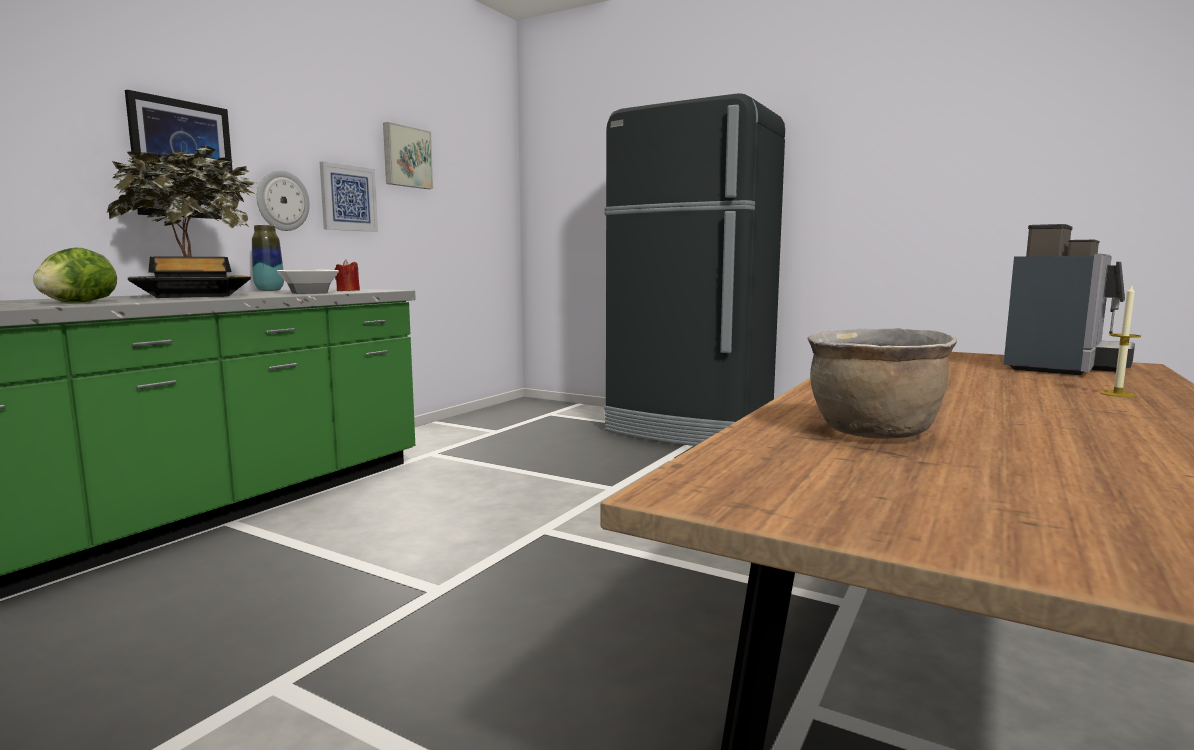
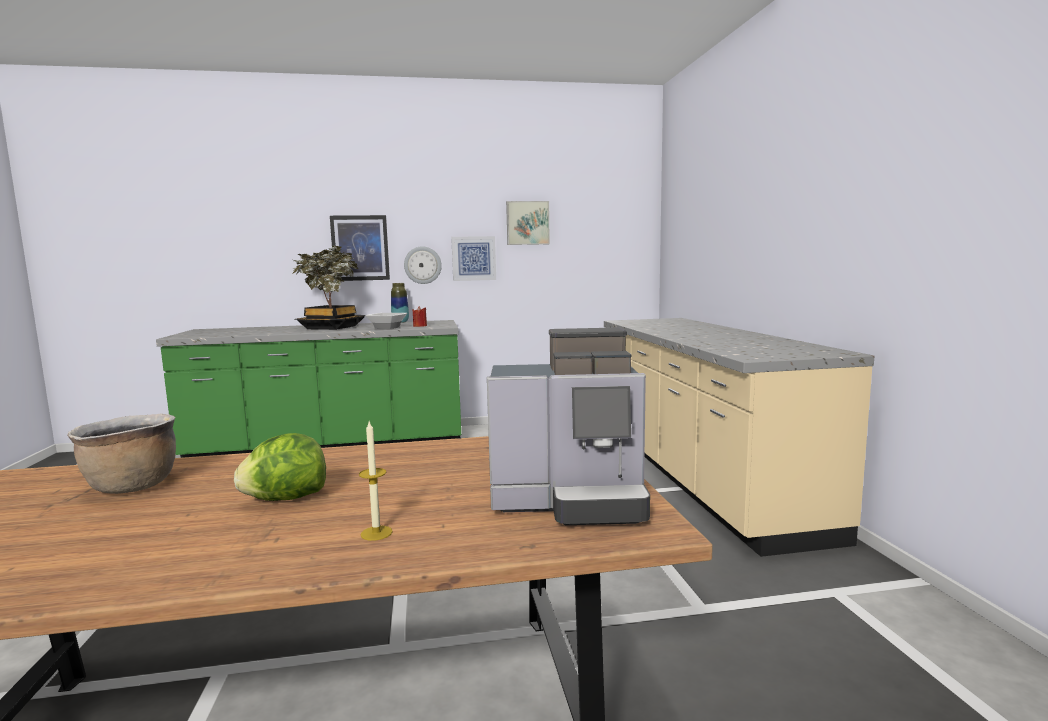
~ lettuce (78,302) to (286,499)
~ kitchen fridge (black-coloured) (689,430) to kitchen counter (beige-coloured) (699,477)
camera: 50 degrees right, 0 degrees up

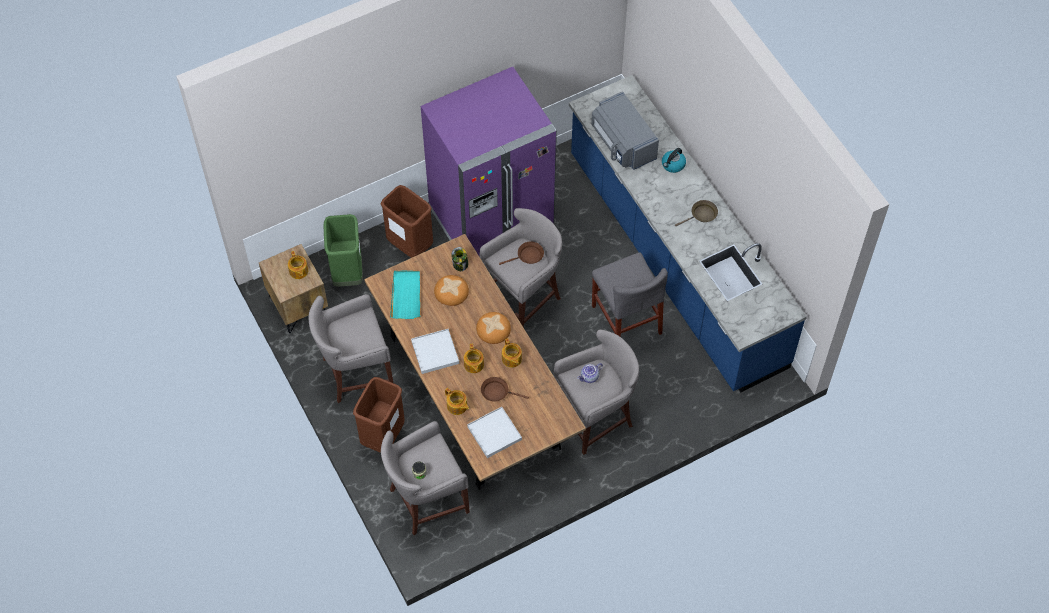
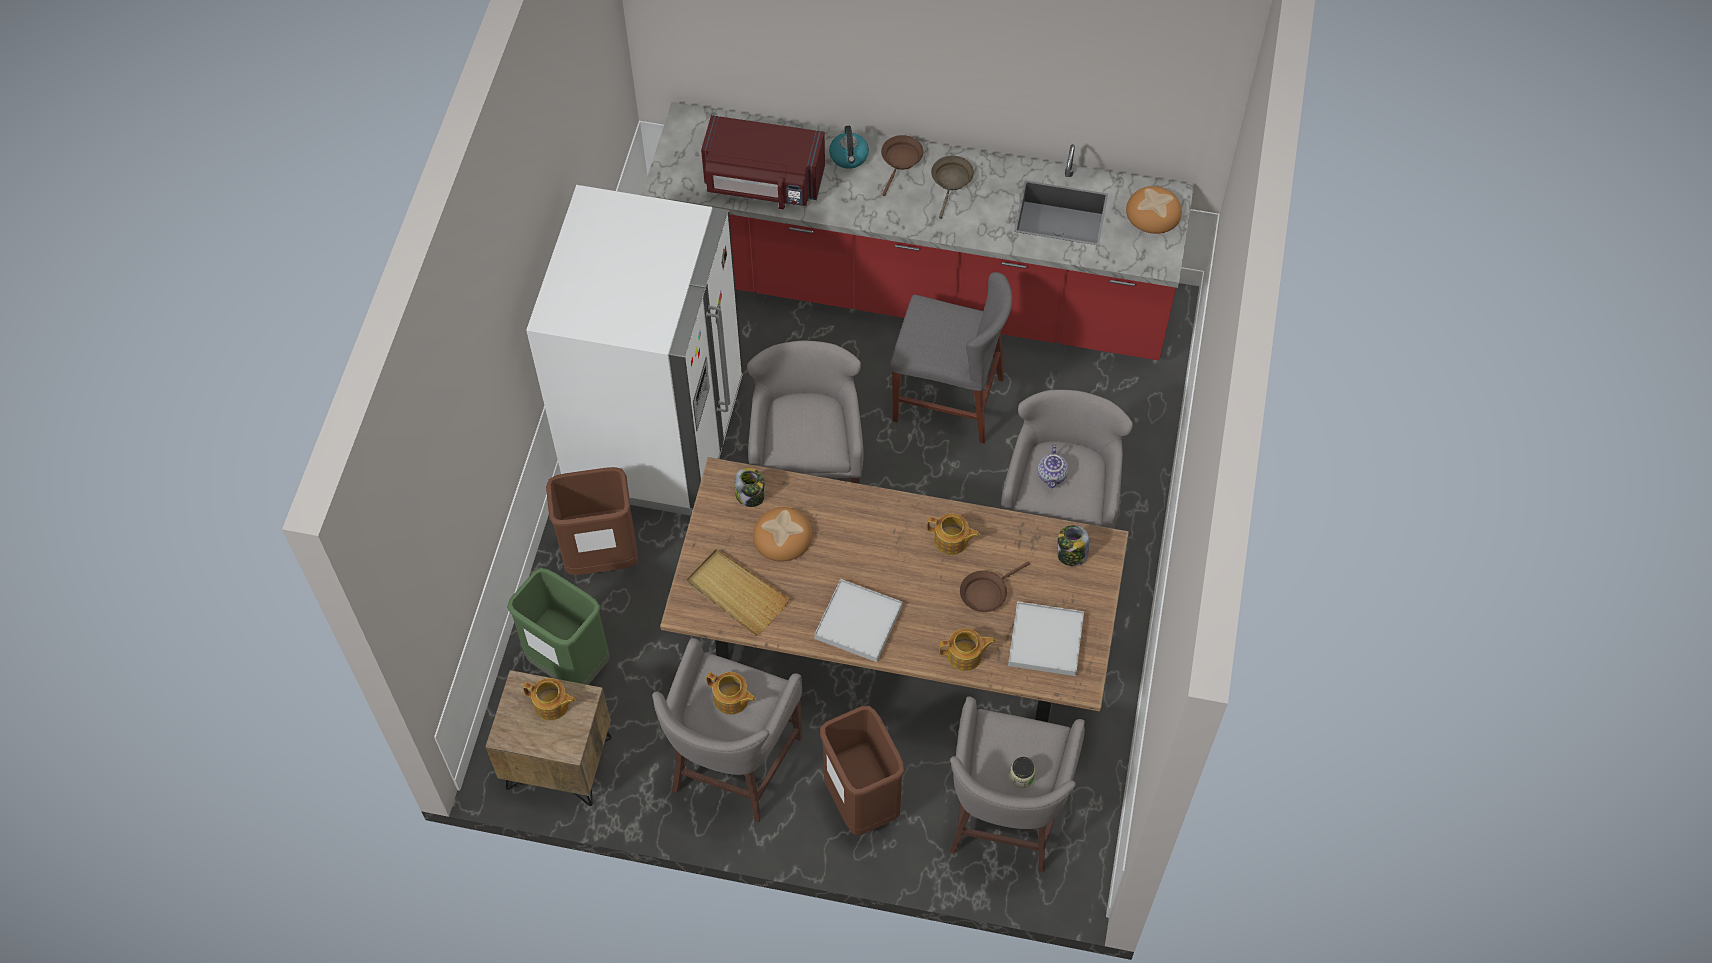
~ tray (blue-green) (406,295) to tray (beige-coloured) (736,593)
~ kitchen fridge (purplish) (491,219) to kitchen fridge (white-coloured) (656,436)
~ tea pot (473,365) to (731,699)
~ baked bread (493,329) to (1154,213)
~ frying pan (brown-coloured) (528,256) to (901,160)
~ kitchen counter (blue-coloured) (675,260) to kitchen counter (red) (914,288)
~ microwave (gray) (622,143) to microwave (red) (763,184)
+ preserve jar (1071,555)
camera: 50 degrees left, 0 degrees up

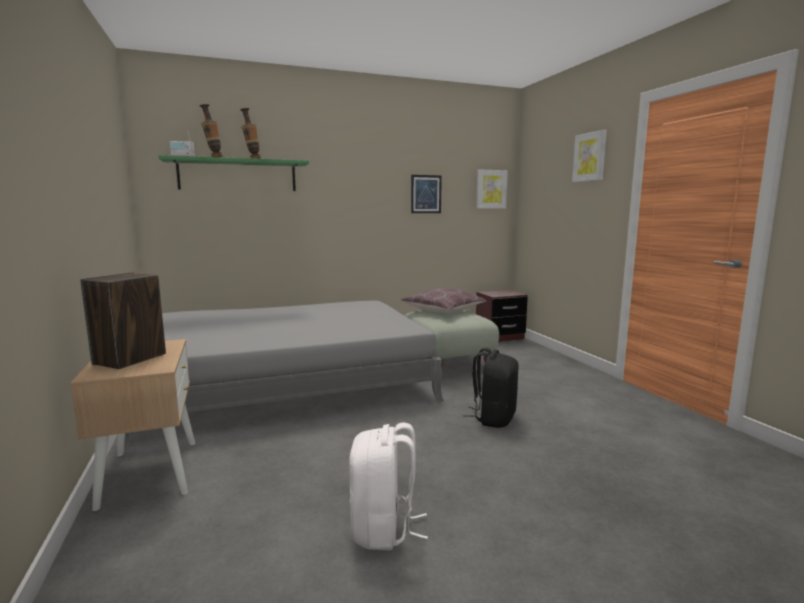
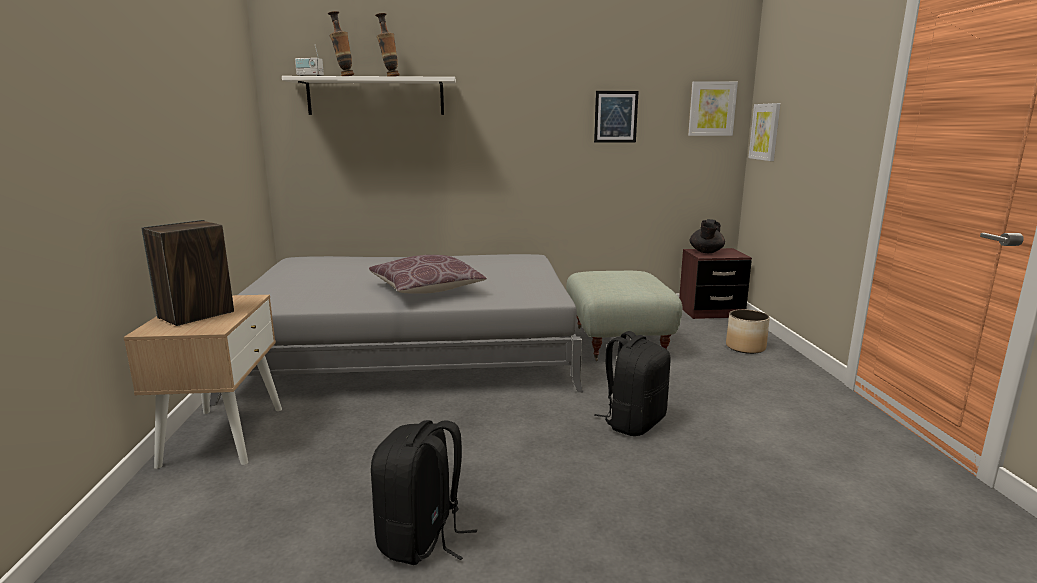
~ shelf (greenish) (238,175) to shelf (white-coloured) (376,96)
~ backpack (white-coloured) (384,529) to backpack (black-coloured) (422,539)
~ cushion (brown-coloured) (443,311) to (426,289)
~ picture (590,157) to (765,132)
+ tea pot (black-coloured) (706,252)
+ flower pot (745,347)
camera: 15 degrees right, 5 degrees up

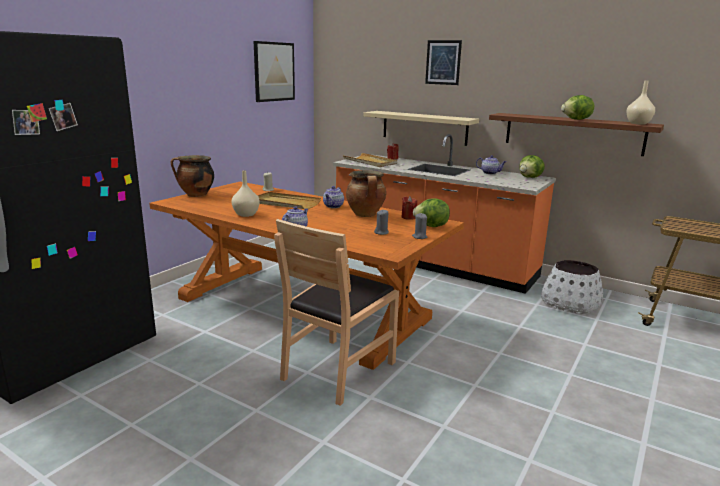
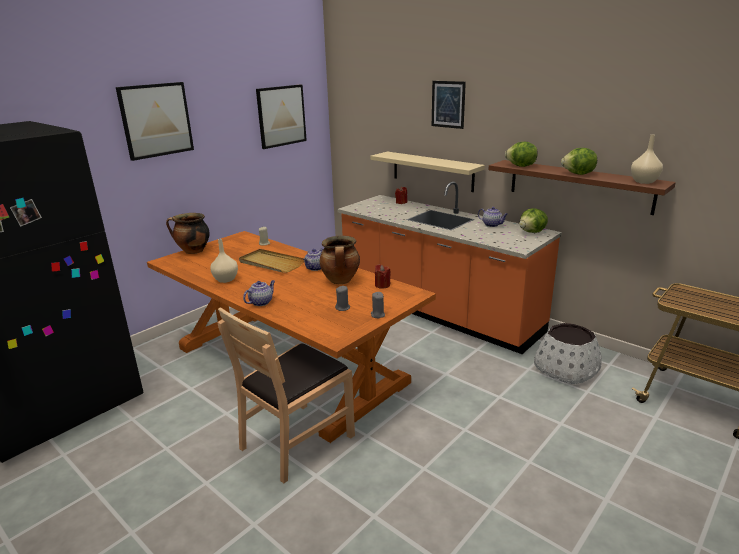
- tray (beige-coloured) (370,162)
~ lettuce (431,226) to (521,166)
+ picture (156,120)
camera: 10 degrees right, 5 degrees up

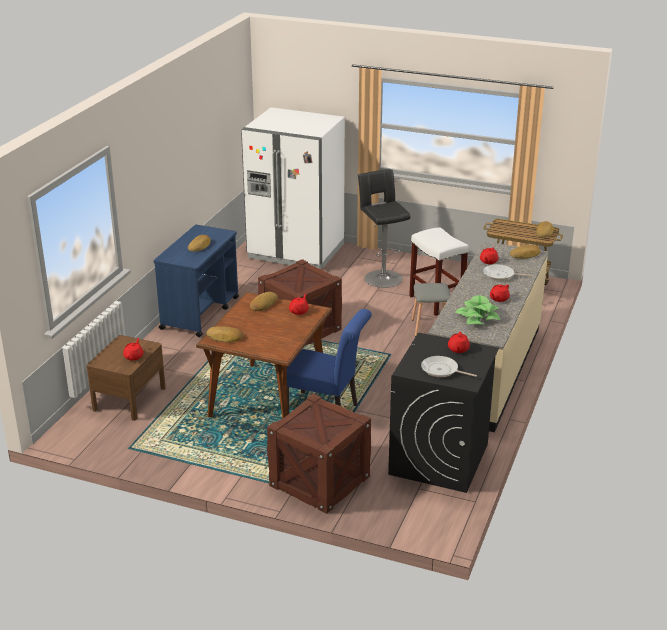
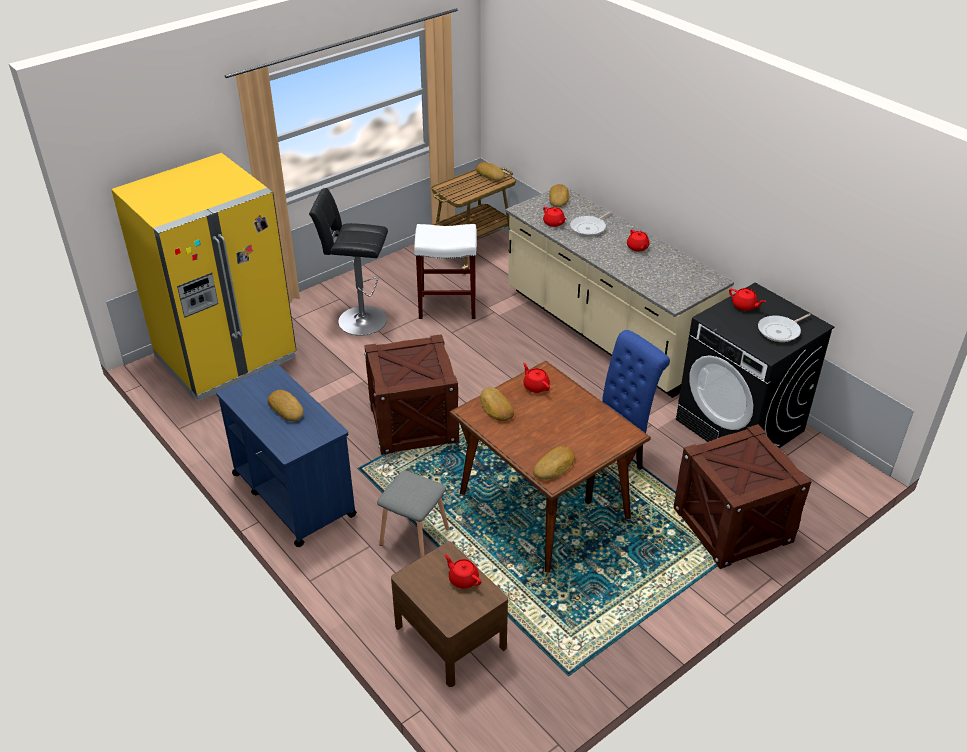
~ kitchen fridge (white-coloured) (296,251) to kitchen fridge (yellow-coloured) (226,358)
~ sitting stool (gray) (429,327) to (413,537)
- houseplant (477,318)
camera: 60 degrees left, 10 degrees up

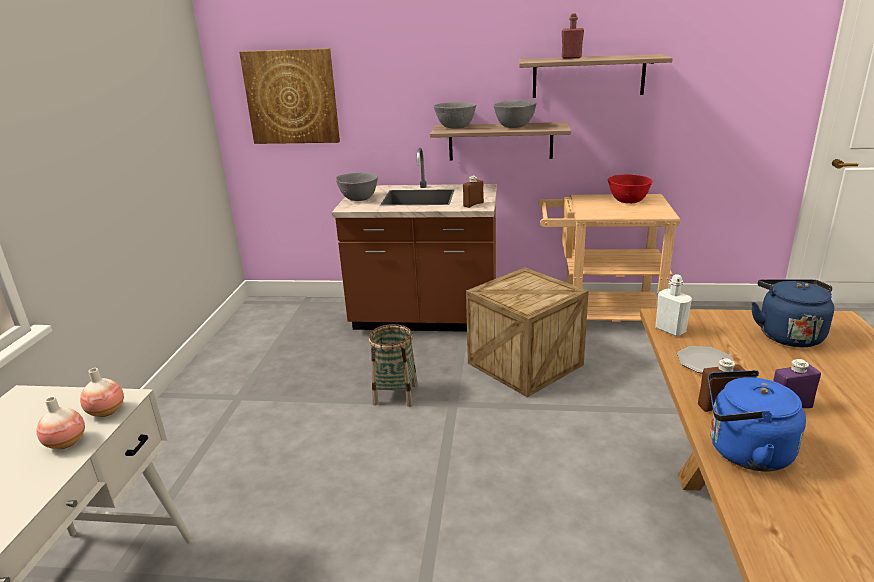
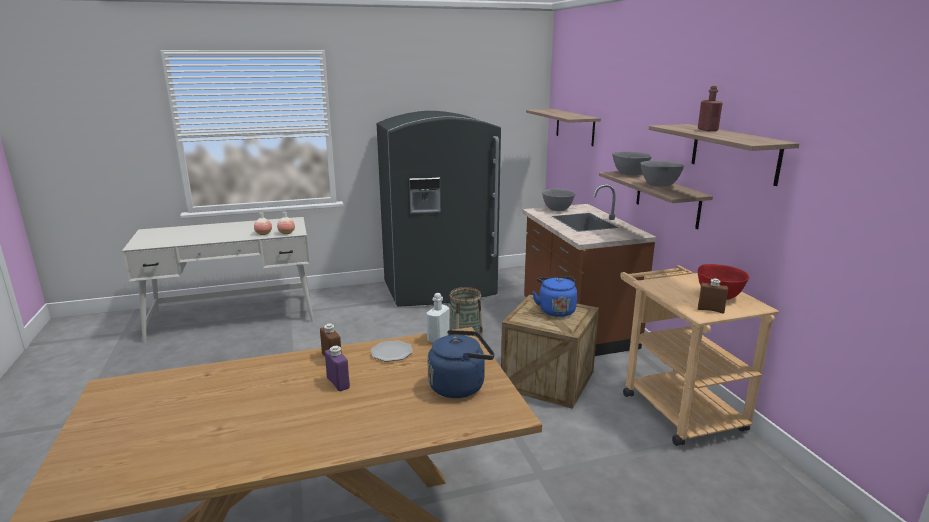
~ picture (291,97) to shelf (575,127)
~ bottle (brown-coloured) (473,204) to (710,310)
~ water kettle (blue-coloured) (743,451) to (555,310)
+ kitchen fridge (gray) (440,290)
camera: 65 degrees right, 5 degrees down

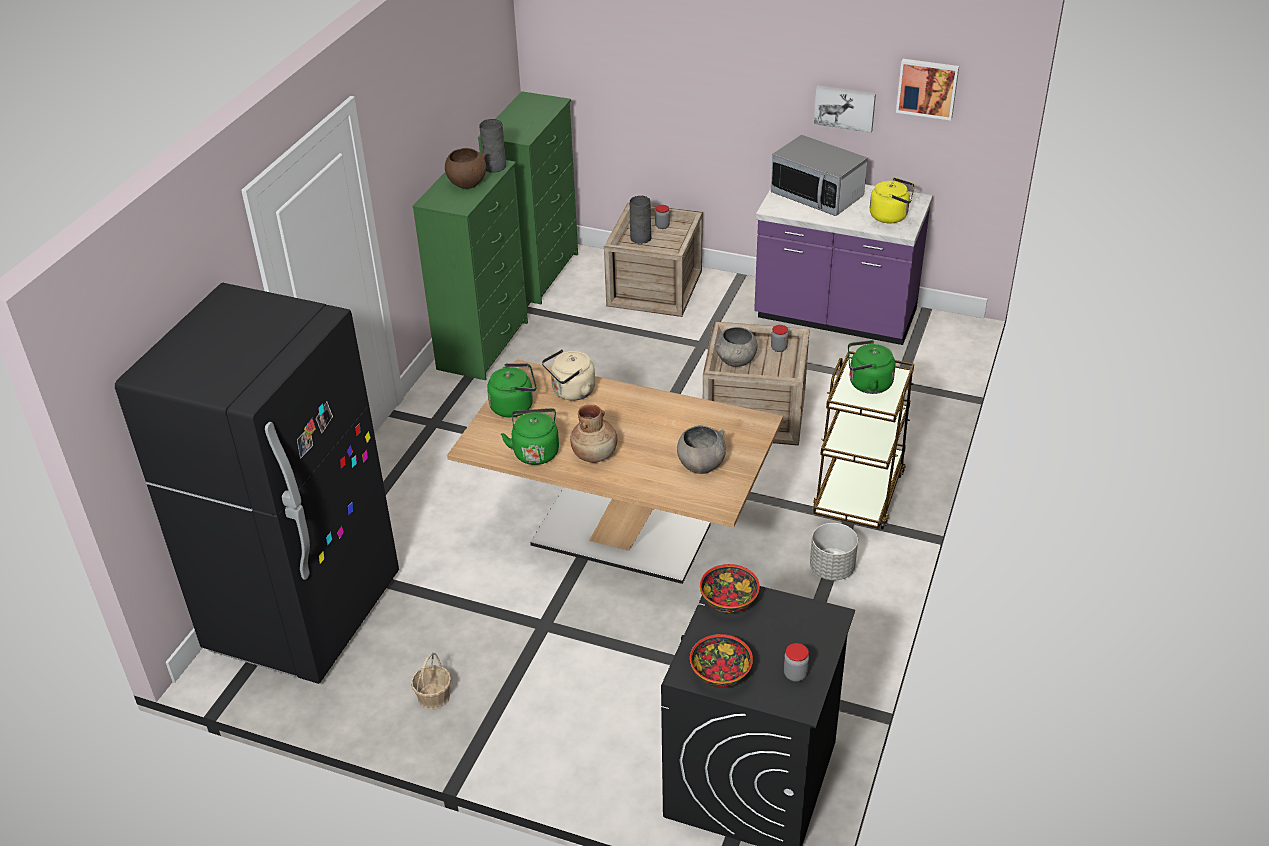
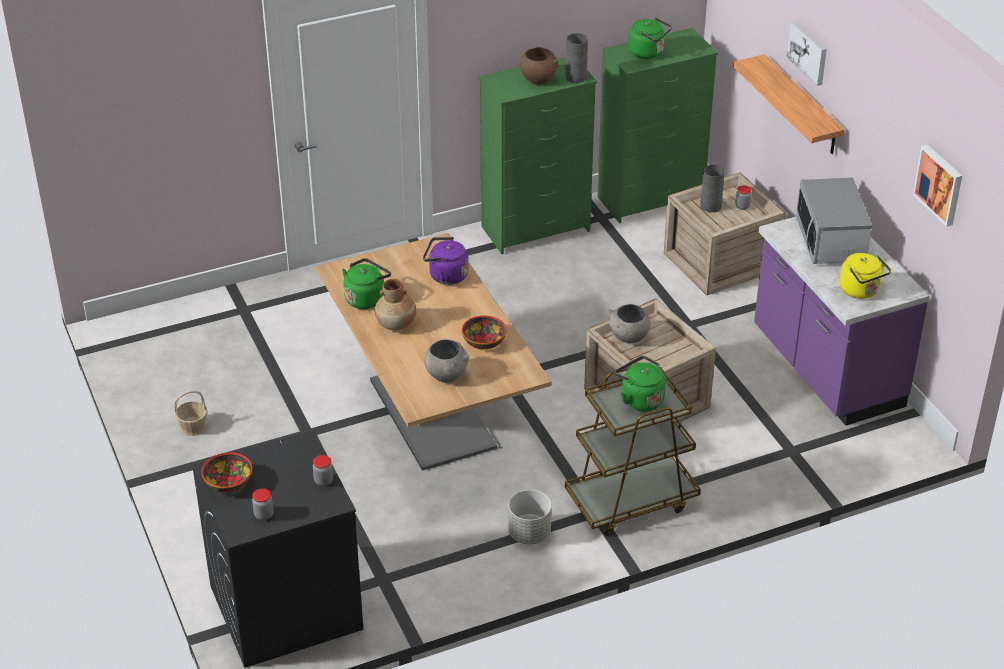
- kitchen fridge (black-coloured) (305,614)
~ water kettle (greenish) (514,406) to (648,53)
~ water kettle (beige-coloured) (571,392) to water kettle (purplish) (445,276)
~ bowl (728,600) to (484,341)
~ preserve jar (779,348) to (323,481)
~ picture (845,107) to (808,52)
+ shelf (801,106)
camera: 45 degrees right, 0 degrees up

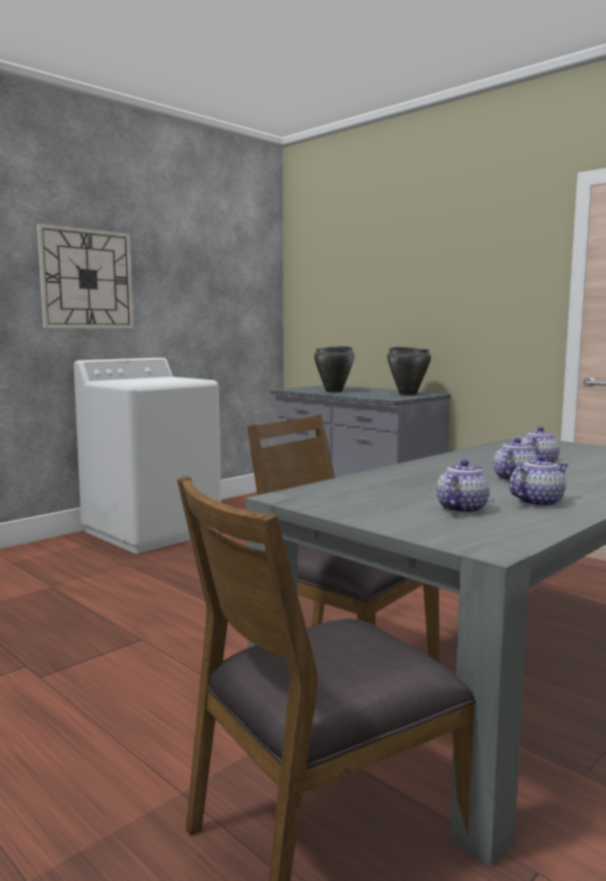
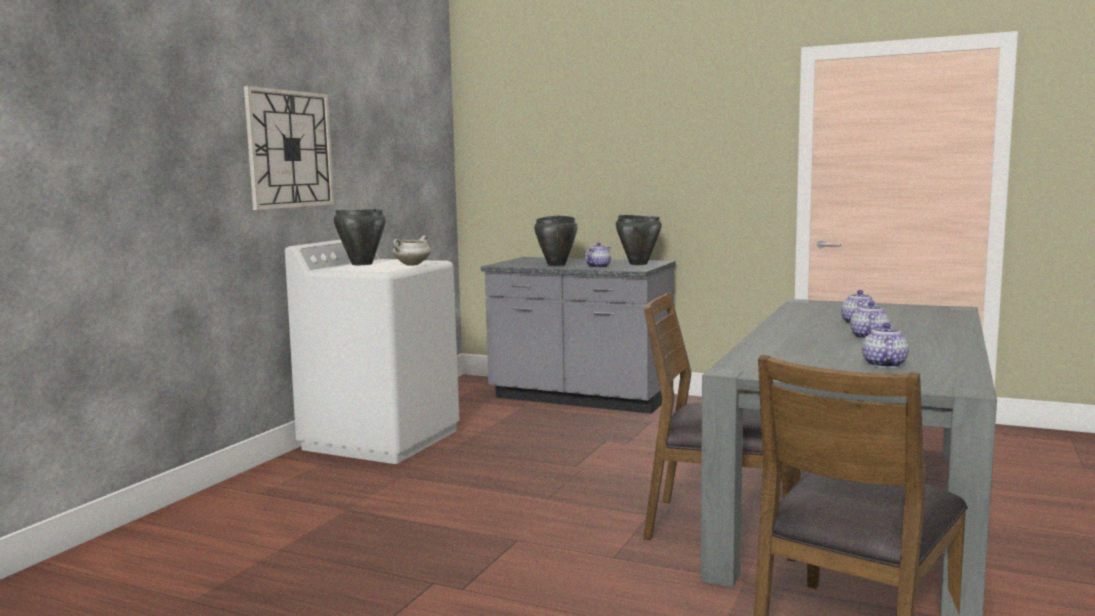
~ tea pot (538,502) to (598,267)
+ saucepot (black-coloured) (361,264)
+ saucepot (white-coloured) (412,265)
camera: 20 degrees left, 0 degrees up

